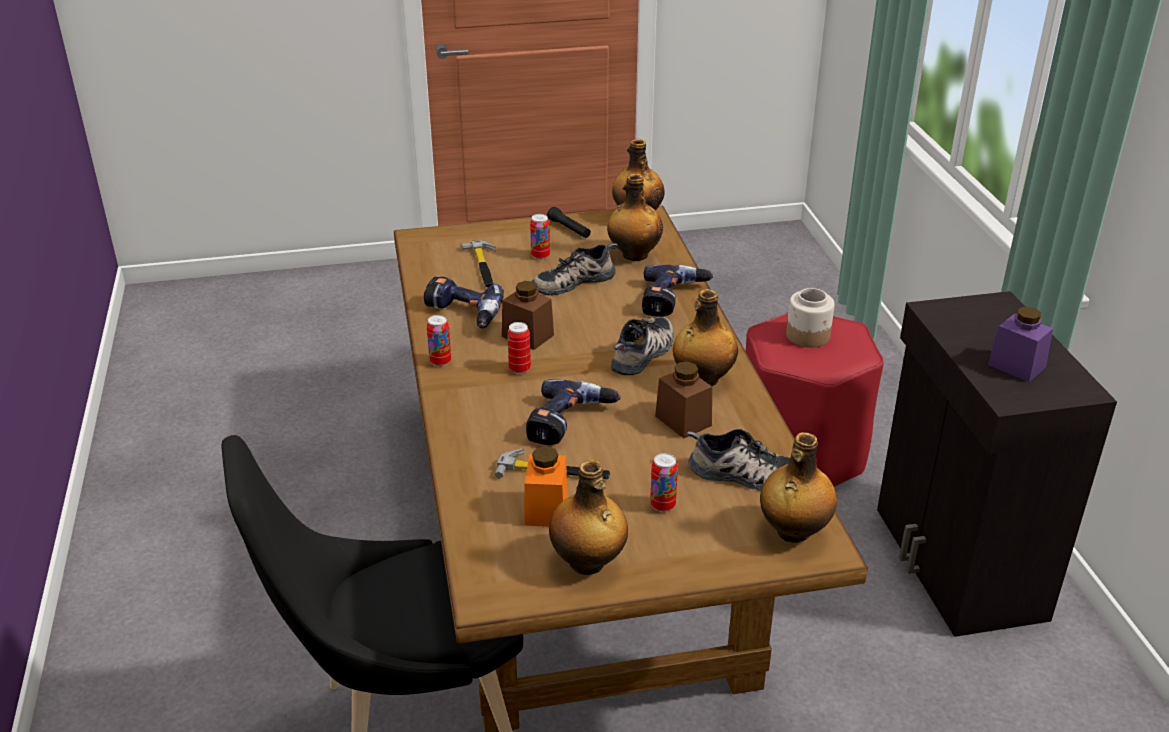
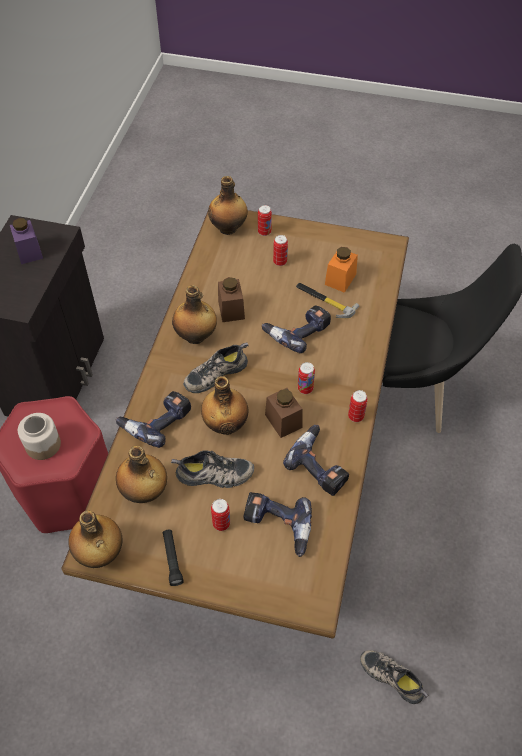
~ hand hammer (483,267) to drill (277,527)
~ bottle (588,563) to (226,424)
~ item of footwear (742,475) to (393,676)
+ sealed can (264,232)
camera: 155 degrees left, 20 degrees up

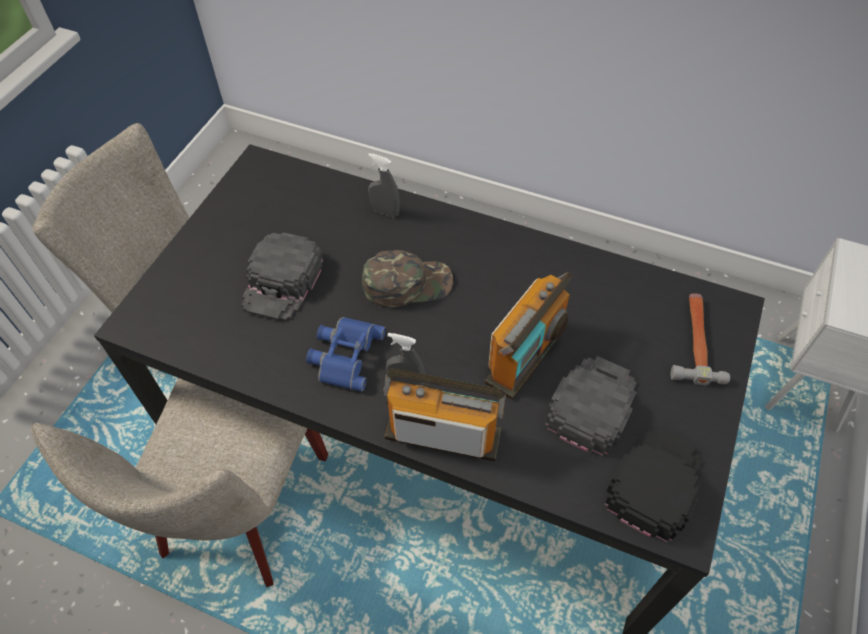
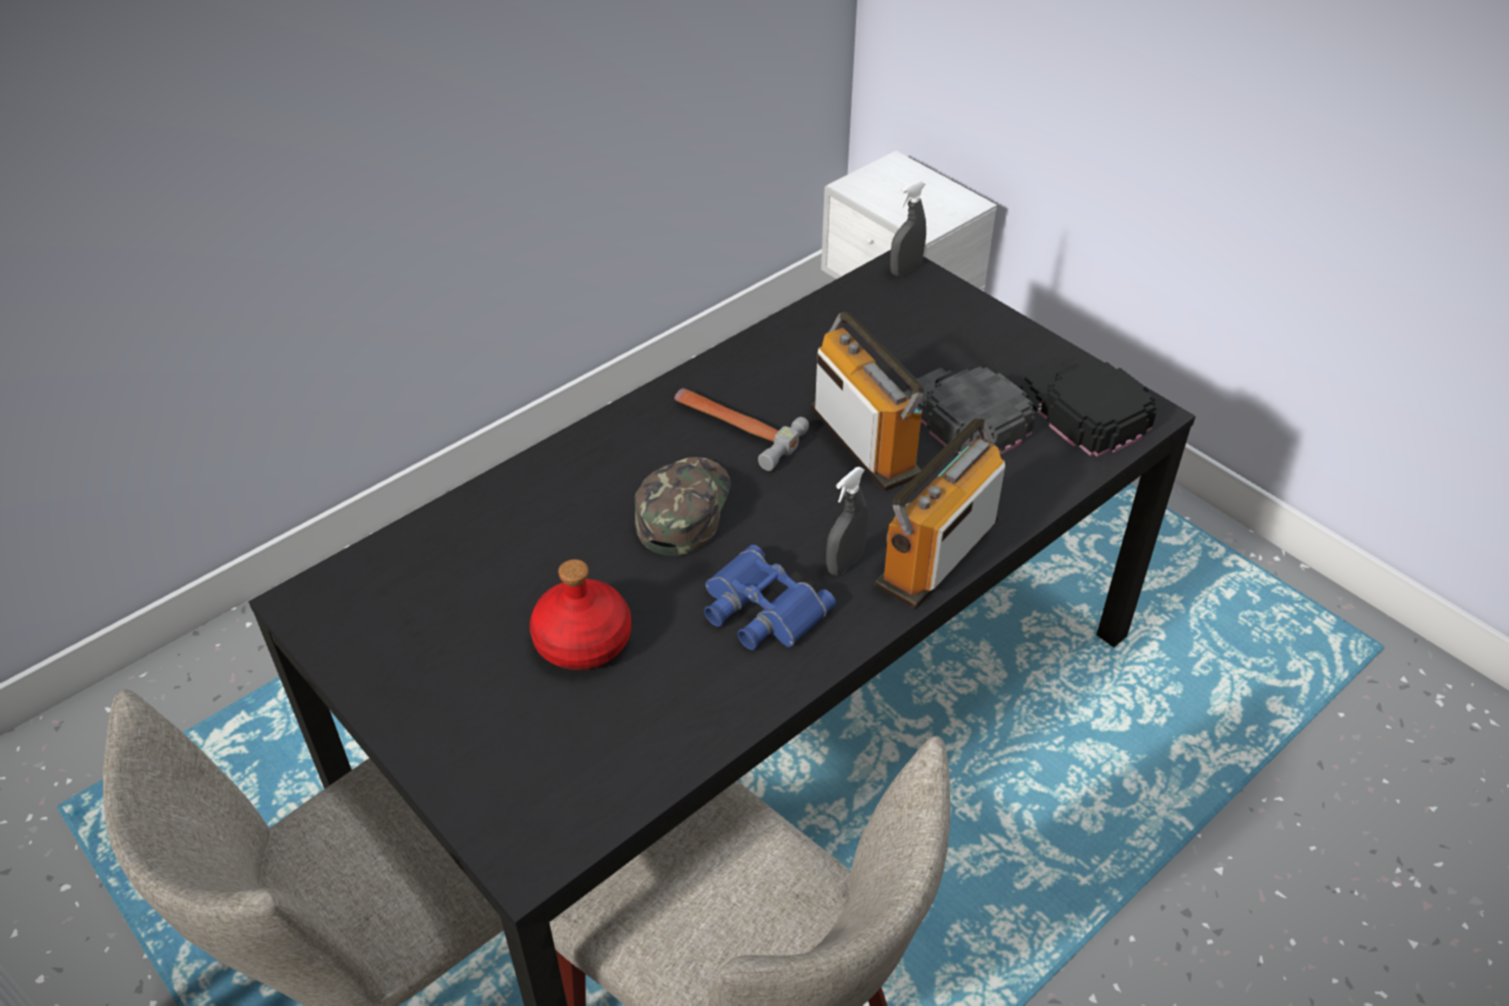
~ peaked cap (black-coloured) (282,282) to bottle (red) (583,640)
~ sprayer (gray) (385,212) to (905,269)
~ hand hammer (695,340) to (734,427)
camera: 65 degrees left, 10 degrees down

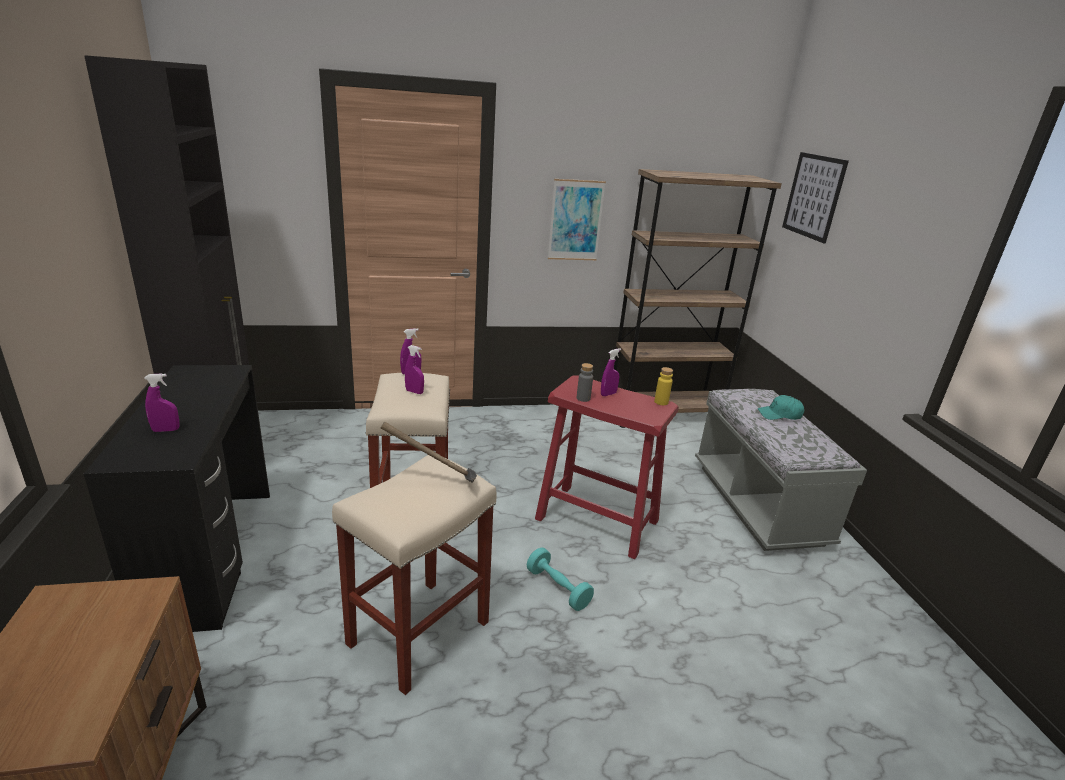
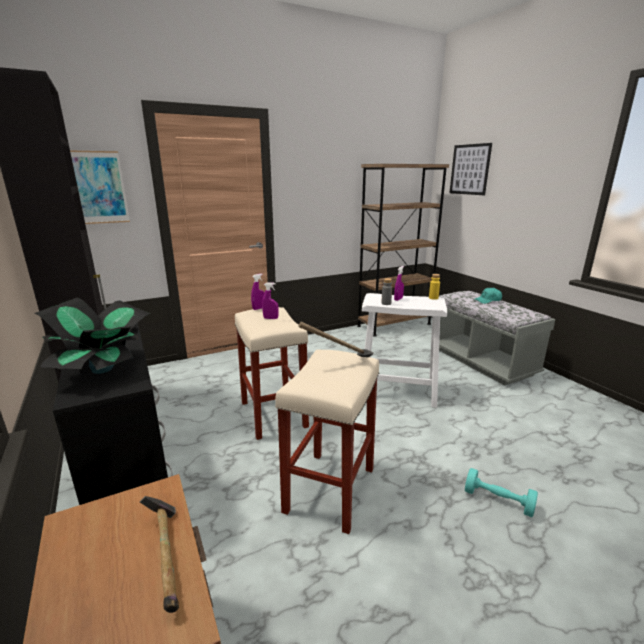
~ sprayer (purplish) (166,430) to houseplant (103,368)
~ free weight (blue-green) (558,588) to (498,500)
~ sitting stool (red) (597,520) to sitting stool (white-coloured) (398,390)
~ picture (575,220) to (99,188)
+ hand hammer (167,557)
camera: 15 degrees left, 5 degrees down

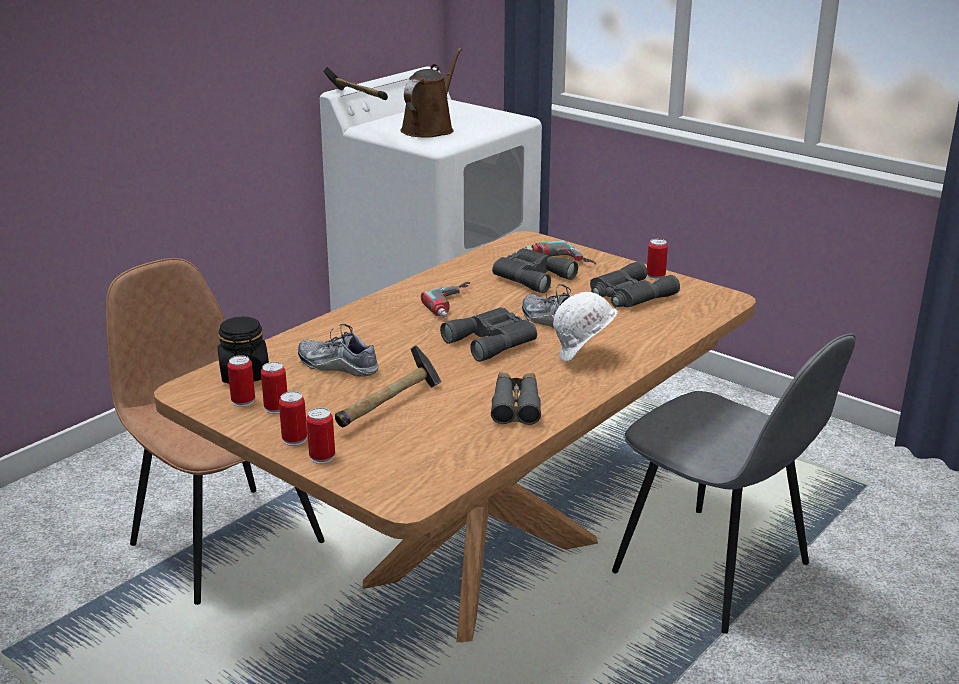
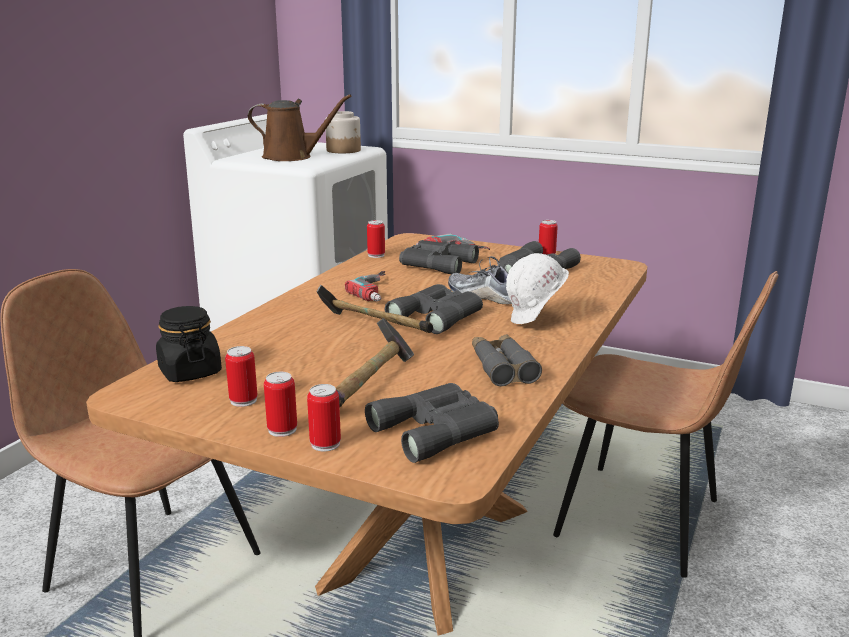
~ sealed can (243,401) to (376,255)
- item of footwear (337,366)
~ hand hammer (357,98) to (373,327)
~ watering pot (brown-coloured) (430,129) = (292,157) 90 degrees clockwise
~ chair (gray) (715,570) to chair (brown-coloured) (642,519)
+ preserve jar (344,150)
+ binoculars (gray) (438,430)
camera: 15 degrees left, 5 degrees down

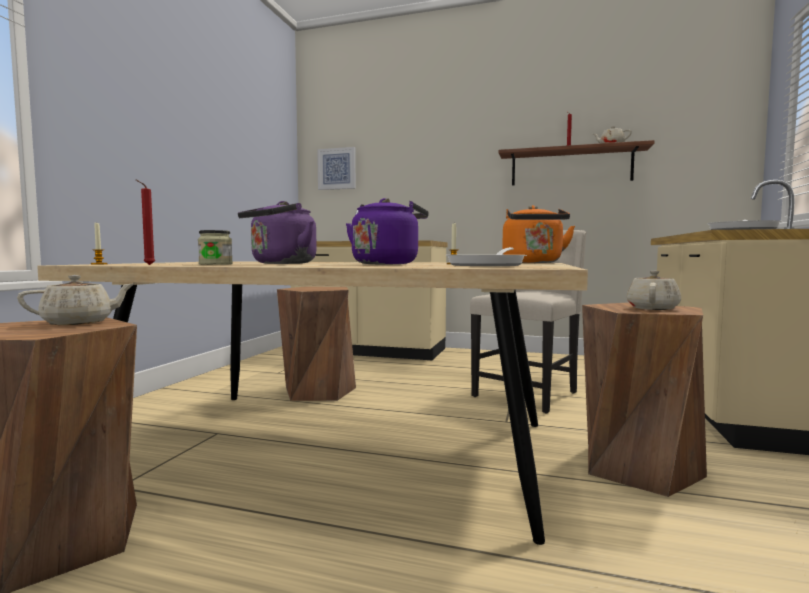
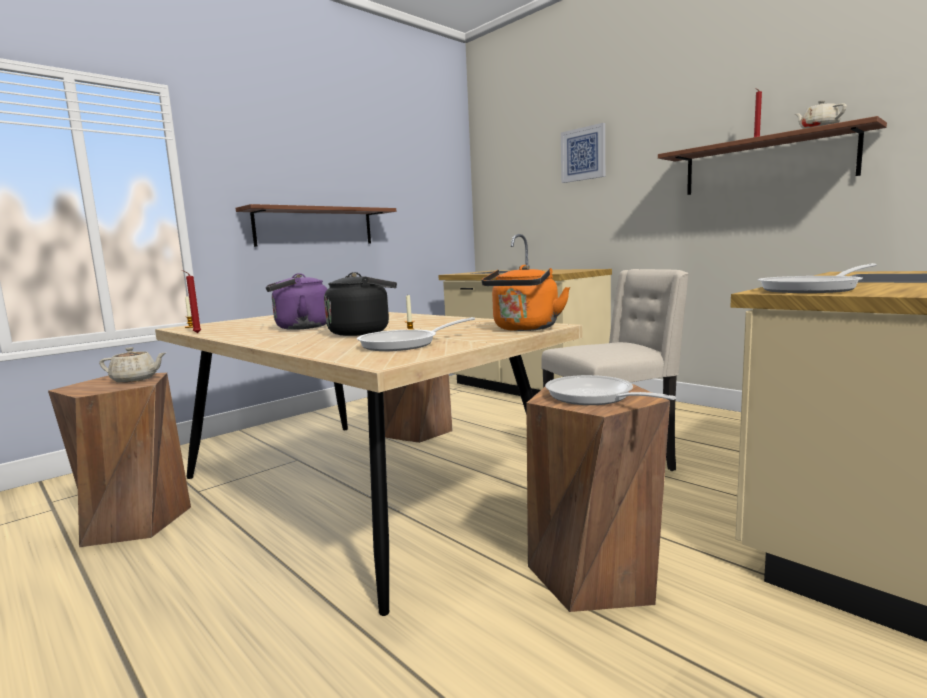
- preserve jar (215,264)
~ picture (337,169) to (583,154)
~ water kettle (purplish) (387,264) to water kettle (black-coloured) (363,332)
~ tea pot (beige-coloured) (652,308) to frying pan (594,397)
+ shelf (315,227)
camera: 30 degrees right, 5 degrees up

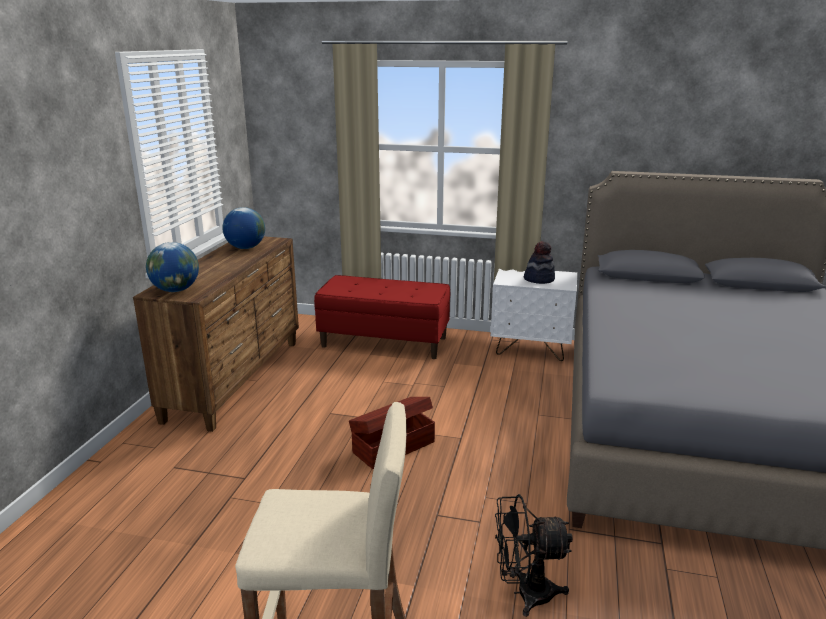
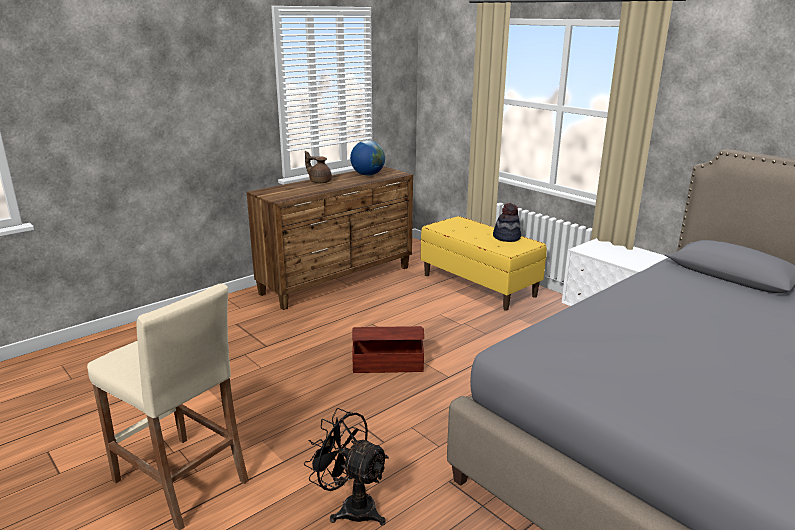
- globe (176,290)
~ bench (red) (384,342) to bench (yellow-coloured) (479,285)
~ clothing hat (539,279) to (506,237)
+ tea pot (brown-coloured) (319,181)
camera: 35 degrees right, 0 degrees up

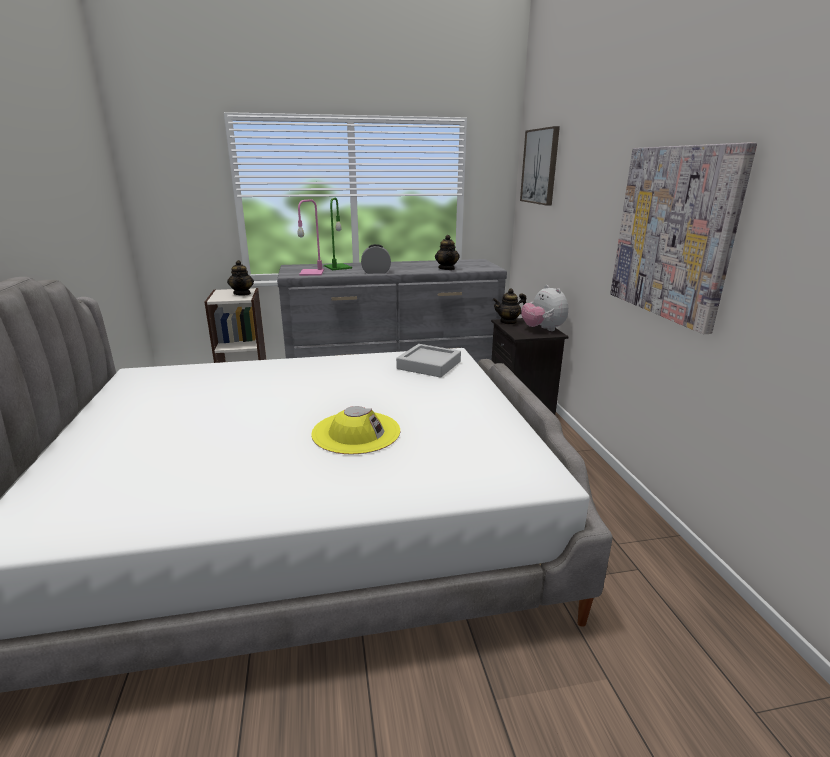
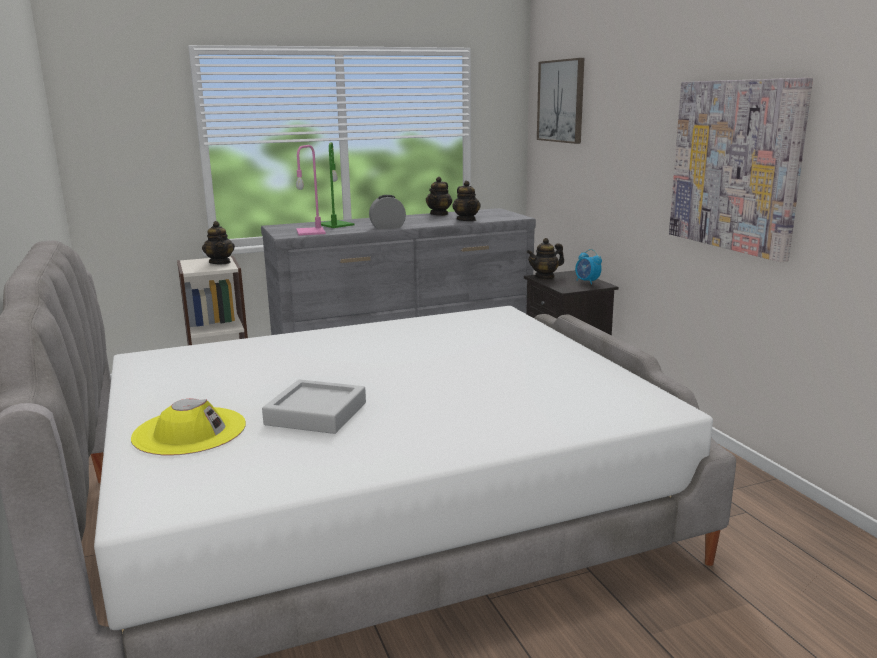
~ clothing hat (yellow-coloured) (356,432) to (189,431)
~ tray (gray) (429,365) to (316,414)
~ cuddly toy (543,329) to table clock (587,282)
+ tea pot (439,214)
camera: 10 degrees left, 5 degrees down

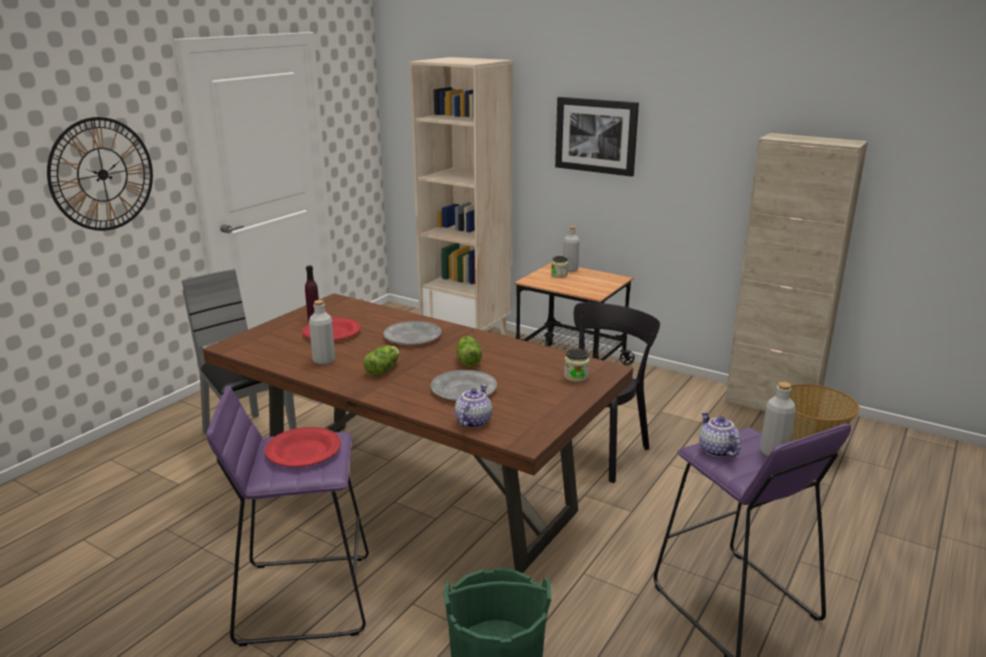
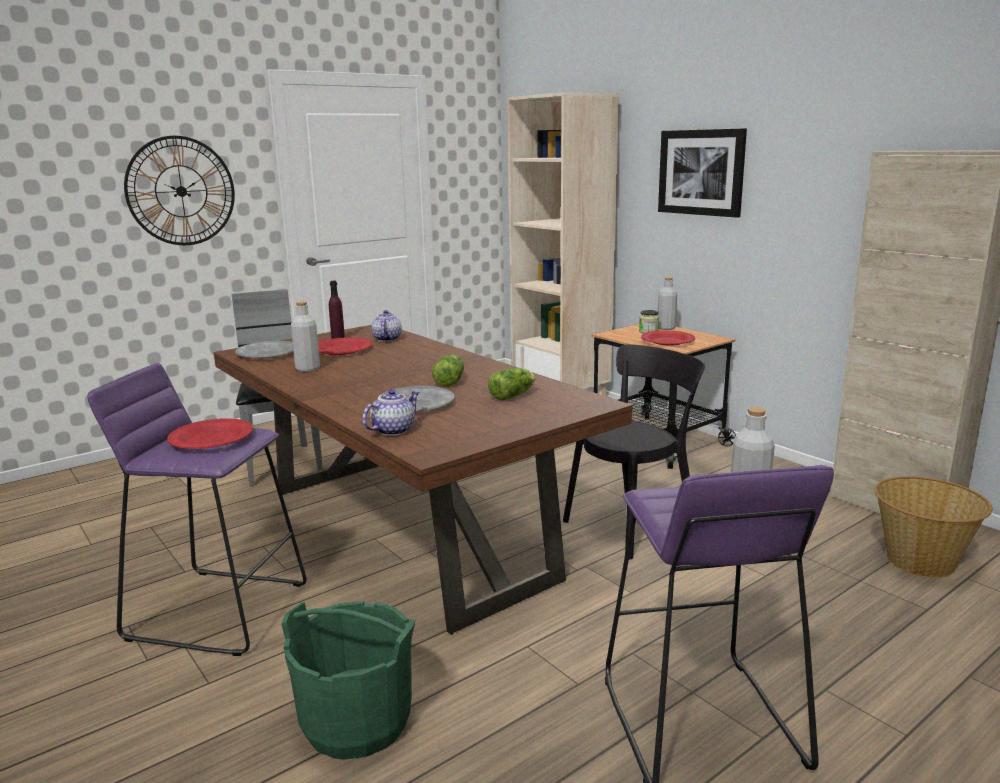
~ lettuce (384,369) to (514,395)
~ flat dish (gray) (412,336) to (268,353)
- preserve jar (576,376)
~ tea pot (716,450) to (386,339)
+ flat dish (red) (668,341)
camera: 20 degrees right, 5 degrees down

